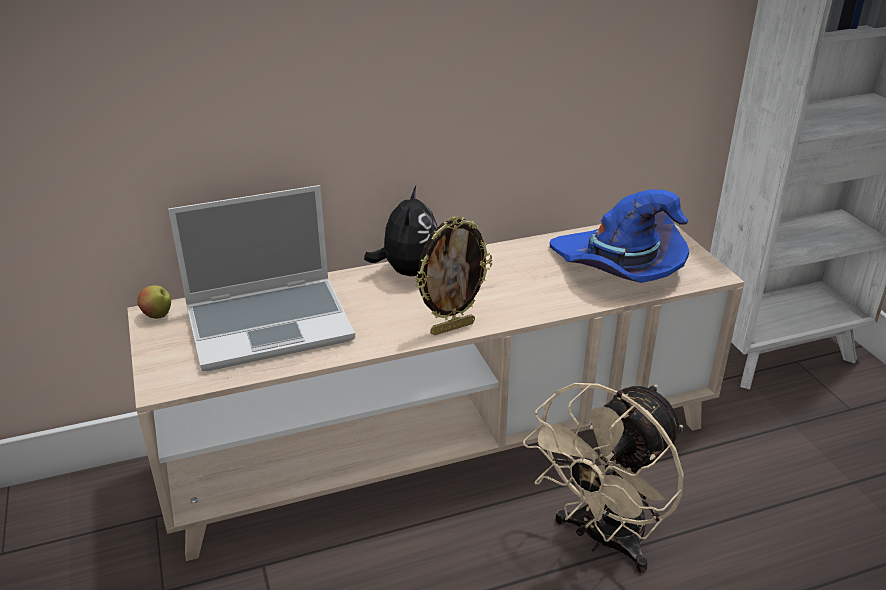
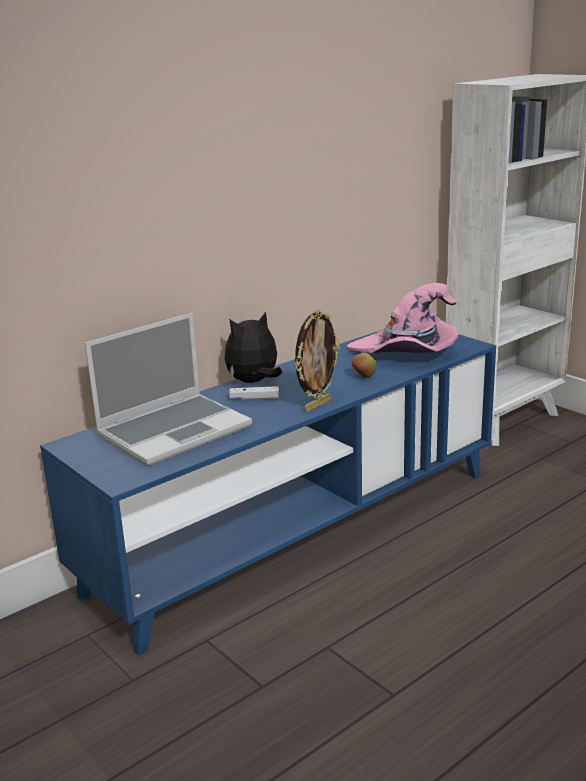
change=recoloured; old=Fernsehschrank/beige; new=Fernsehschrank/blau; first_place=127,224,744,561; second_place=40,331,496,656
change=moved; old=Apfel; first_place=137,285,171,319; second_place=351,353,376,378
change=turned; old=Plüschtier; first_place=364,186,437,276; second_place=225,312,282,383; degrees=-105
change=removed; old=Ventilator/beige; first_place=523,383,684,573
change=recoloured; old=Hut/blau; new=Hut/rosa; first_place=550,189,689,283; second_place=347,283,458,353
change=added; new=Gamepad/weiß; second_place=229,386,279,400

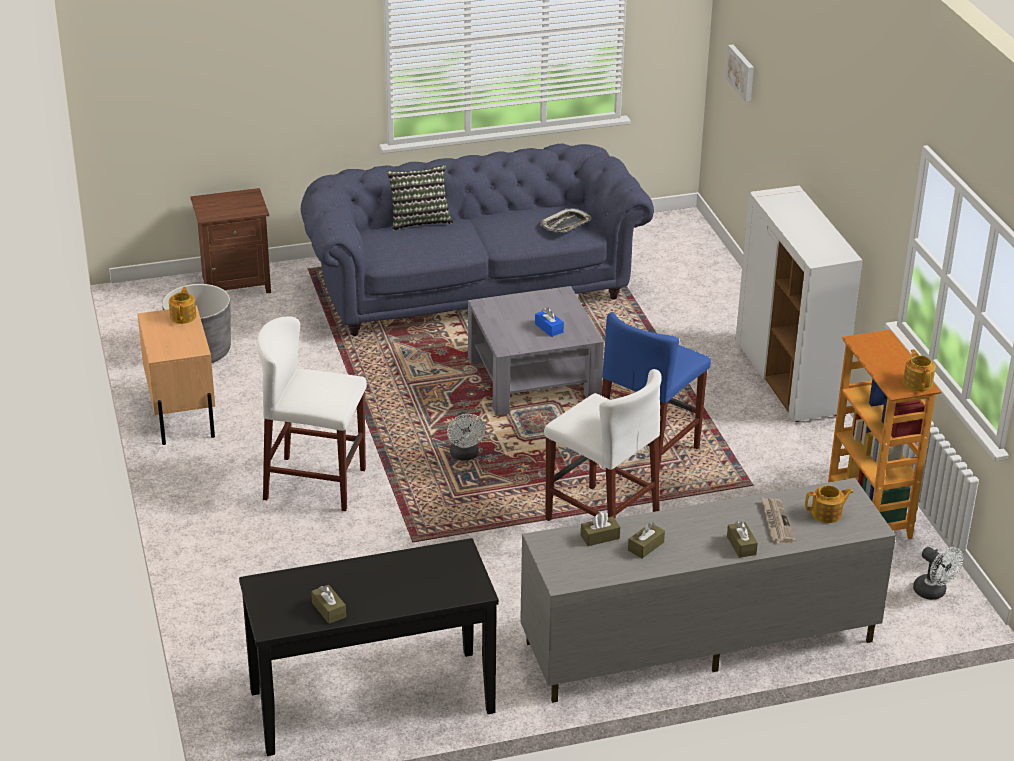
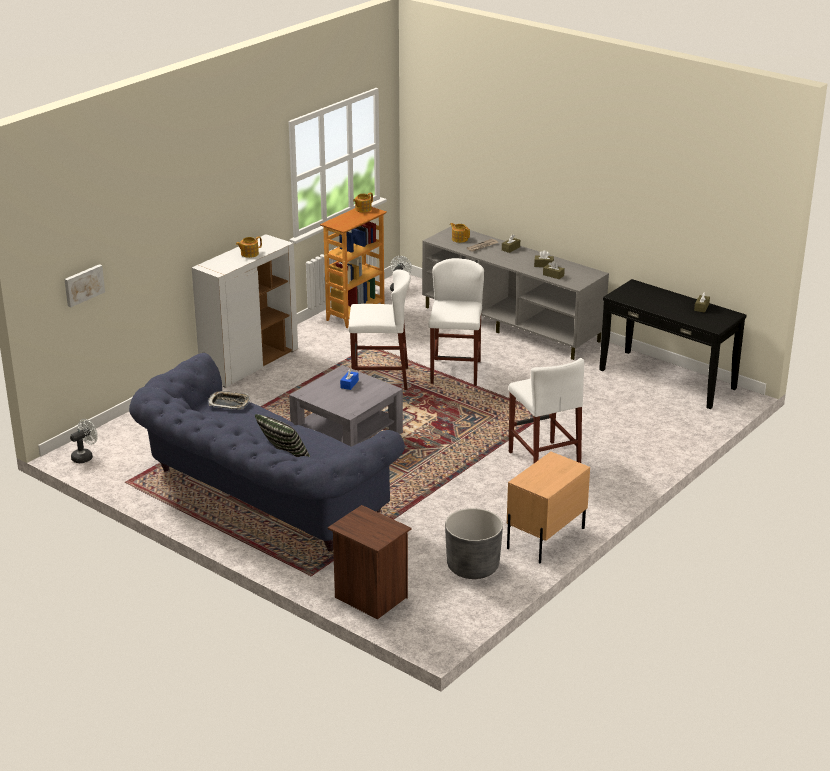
change=moved; old=Teekanne; first_place=169,287,196,324; second_place=236,236,262,258
change=moved; old=Ventilator/weiß; first_place=447,412,486,461; second_place=70,419,98,463
change=recoloured; old=Hocker/blau; new=Hocker/weiß; first_place=601,312,711,472; second_place=348,269,411,390

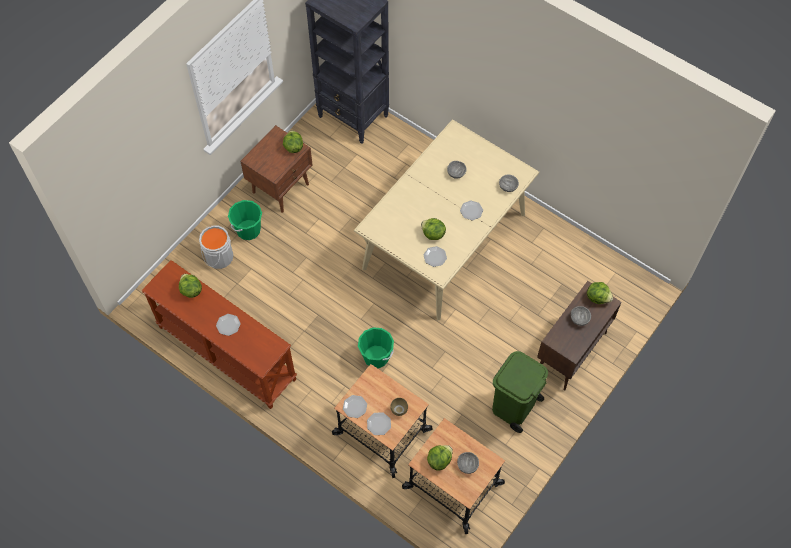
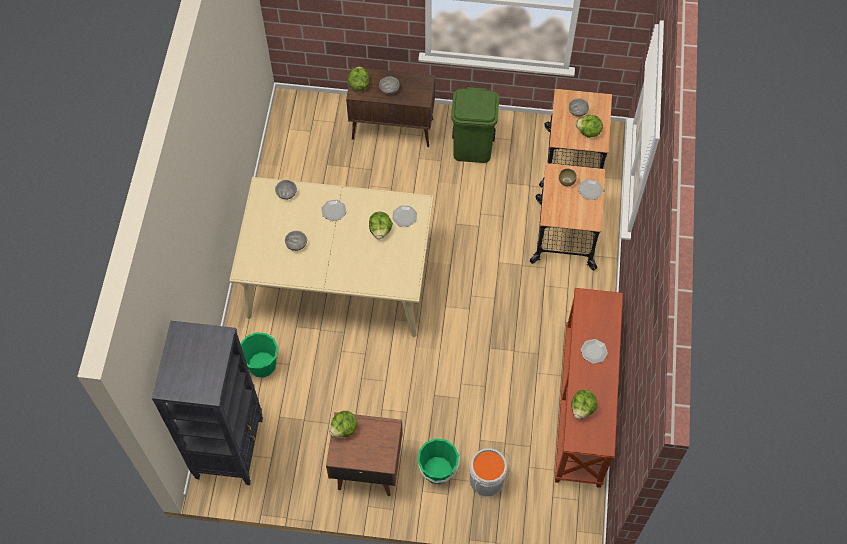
change=removed; old=Teller; first_place=343,395,367,418
change=moved; old=Eimer/grün; first_place=358,327,394,368; second_place=240,332,278,378

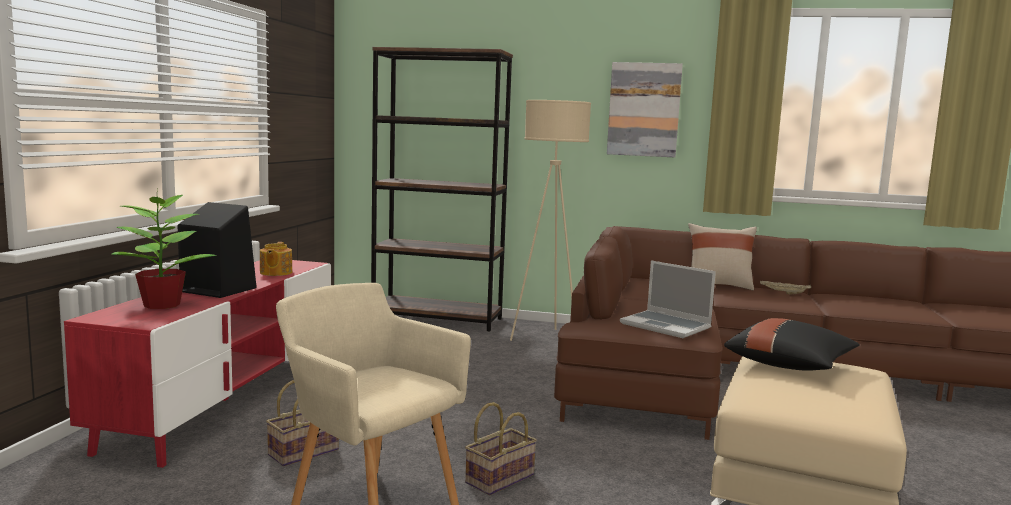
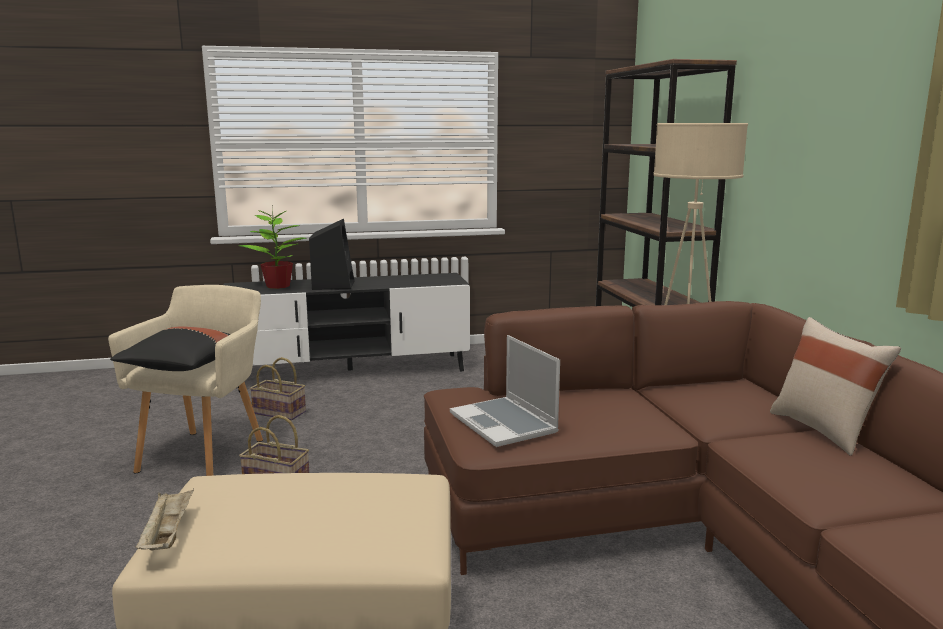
change=recoloured; old=Fernsehschrank/rot; new=Fernsehschrank/schwarz; first_place=64,260,331,468; second_place=224,273,470,371
change=removed; old=Teekanne; first_place=260,242,292,276
change=removed; old=Bild; first_place=607,62,683,157
change=turned; old=Laptop; first_place=620,260,716,338; second_place=450,335,560,447; degrees=-45
change=moved; old=Kissen/schwarz; first_place=724,318,860,371; second_place=110,326,230,371
change=moved; old=Tablett/beige; first_place=760,280,812,295; second_place=135,488,194,550

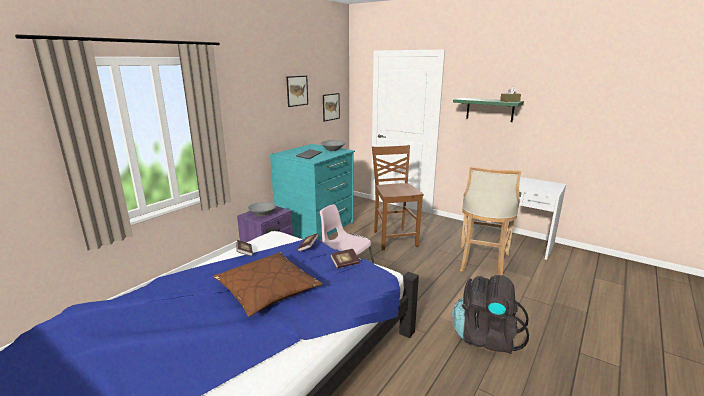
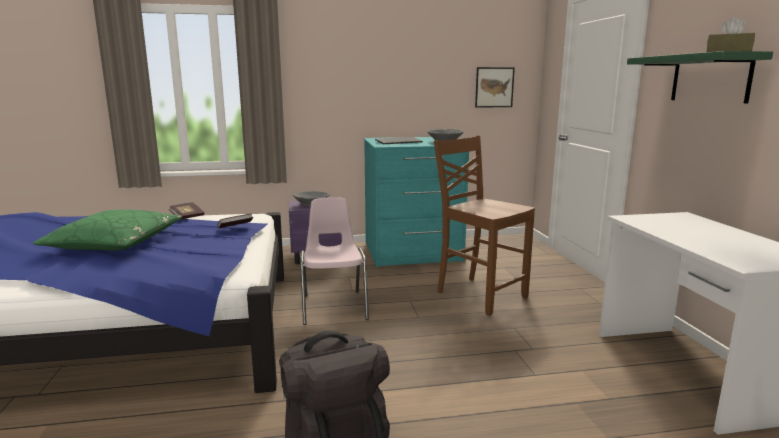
change=recoloured; old=Kissen/braun; new=Kissen/grün; first_place=213,252,322,317; second_place=33,210,182,251
change=removed; old=Bild; first_place=286,76,308,107
change=removed; old=Buch; first_place=330,249,360,269
change=turned; old=Stuhl/braun; first_place=372,145,423,250; second_place=434,136,535,316; degrees=-75
change=removed; old=Hocker/beige; first_place=460,166,521,275

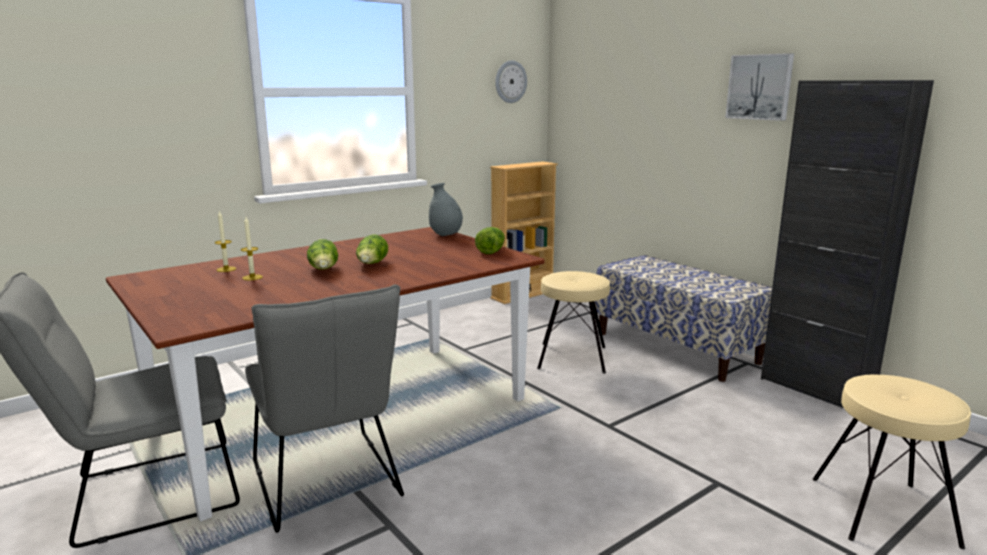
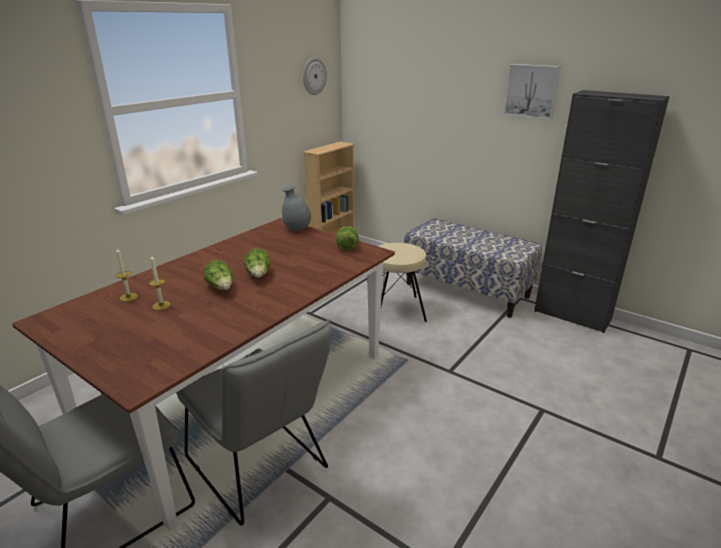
change=removed; old=Hocker/beige; first_place=813,374,971,549

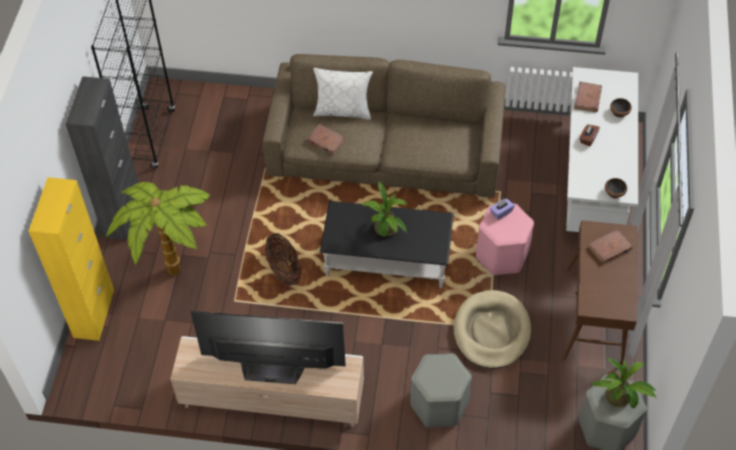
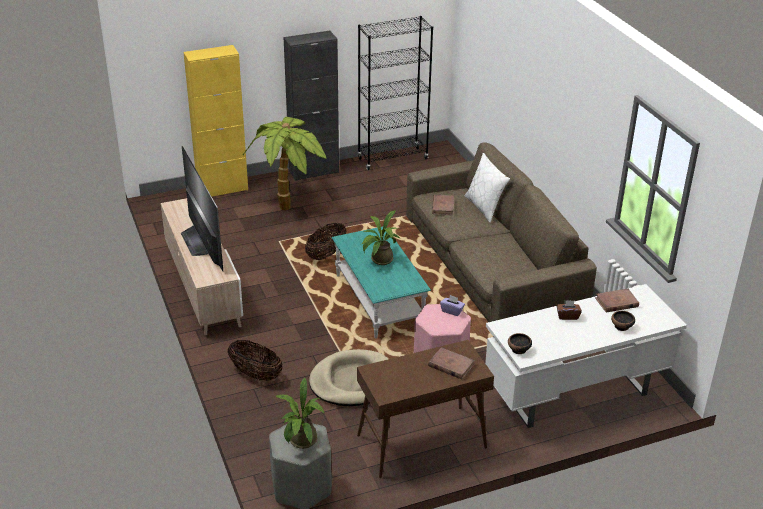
change=recoloured; old=Couchtisch/schwarz; new=Couchtisch/türkis; first_place=320,201,454,288; second_place=331,226,431,339
change=replaced; old=Hocker/grau; new=Korb; first_place=410,353,472,428; second_place=227,340,283,381

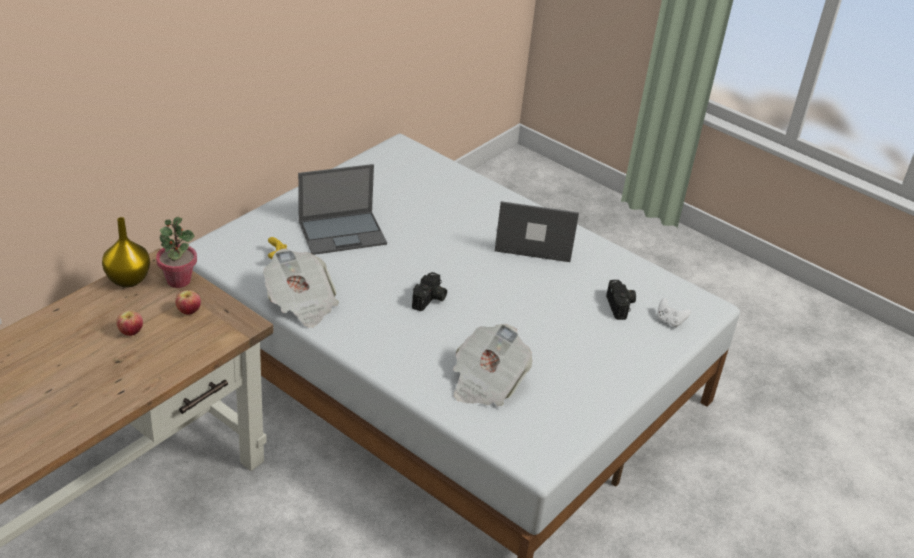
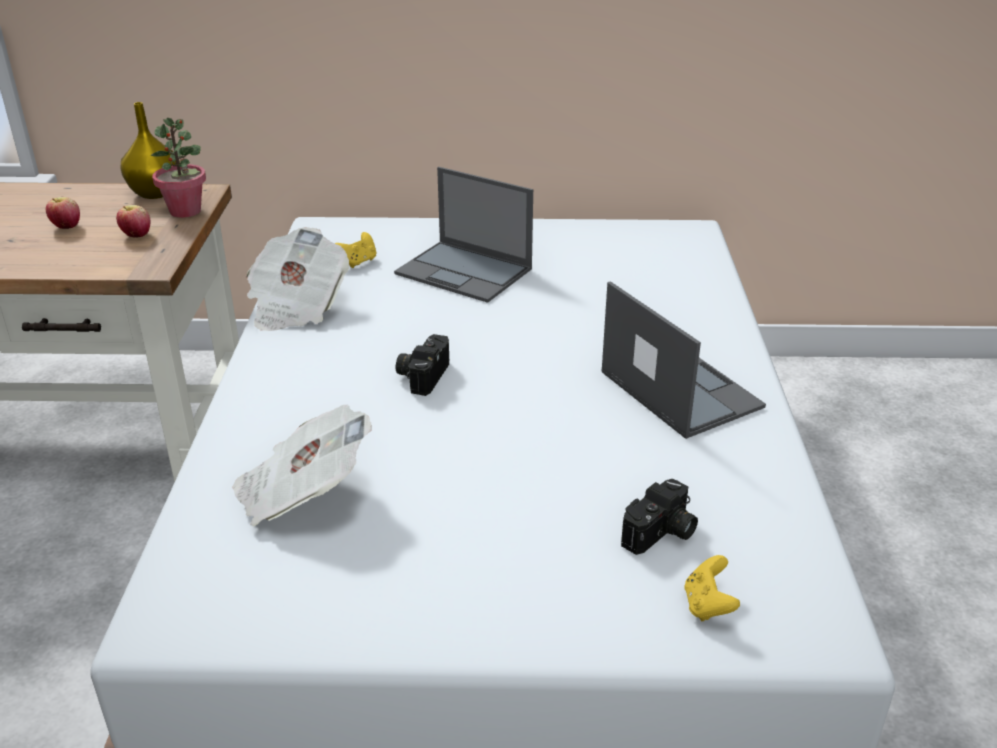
change=turned; old=Kamera; first_place=412,272,447,311; second_place=396,334,449,396; degrees=120
change=recoloured; old=Gamepad/weiß; new=Gamepad/gelb; first_place=657,298,691,327; second_place=684,555,740,621

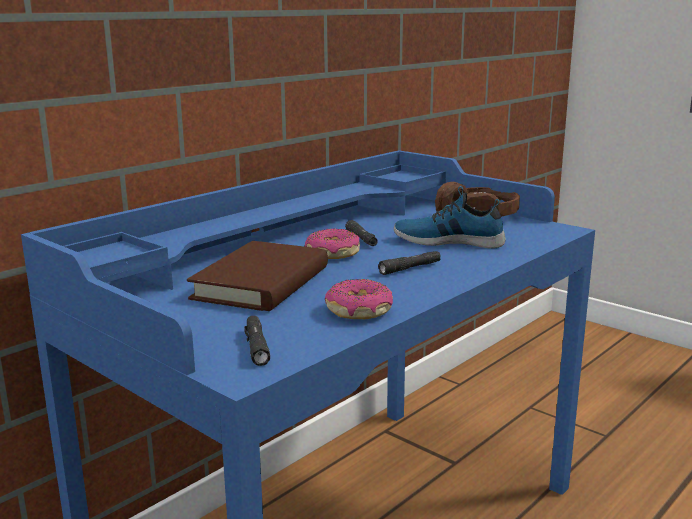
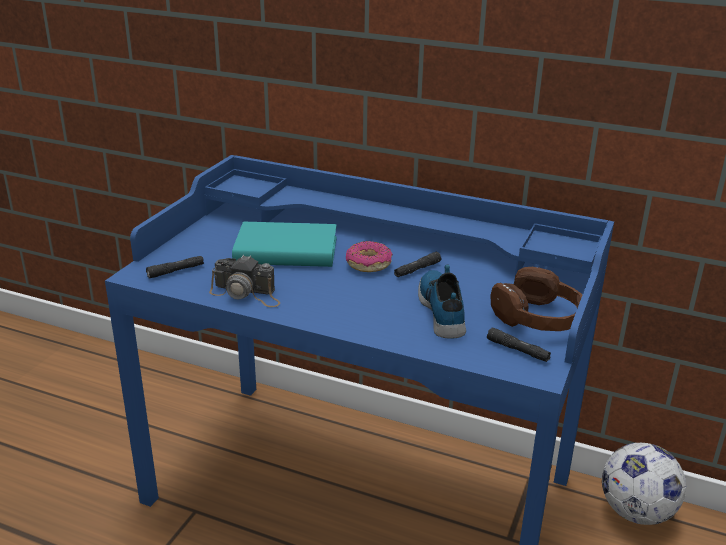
change=recoloured; old=Buch/braun; new=Buch/türkis; first_place=187,241,328,311; second_place=232,222,337,267
change=replaced; old=Donut; new=Kamera; first_place=325,279,393,319; second_place=209,255,280,307
change=moved; old=Taschenlampe/schwarz; first_place=378,251,441,275; second_place=487,327,551,362
change=added; new=Fußball; second_place=602,443,686,525

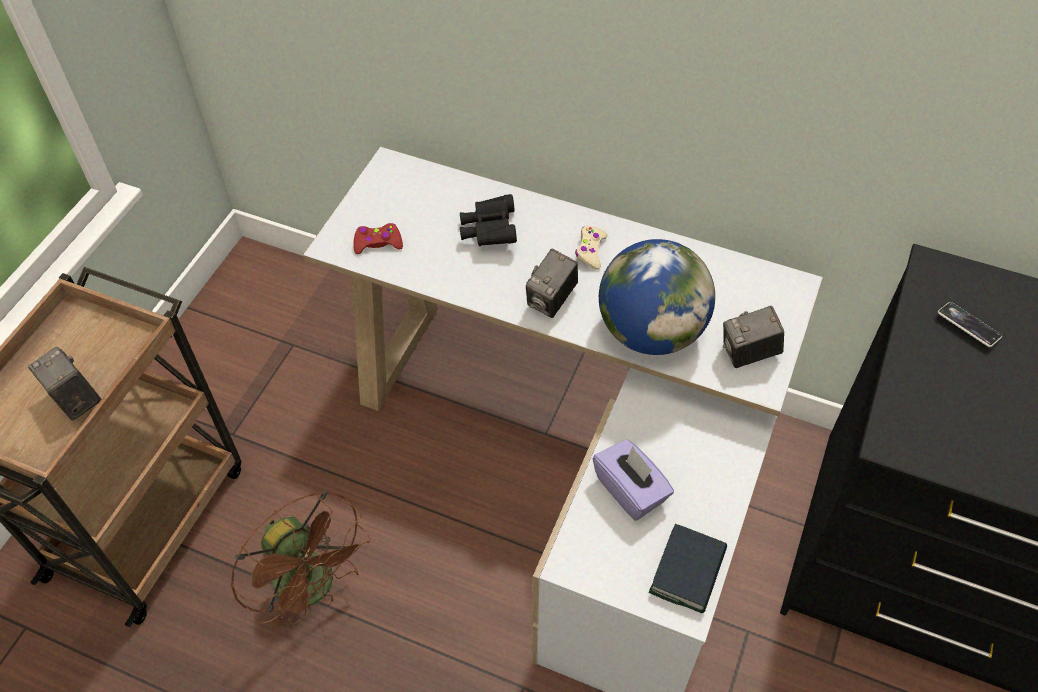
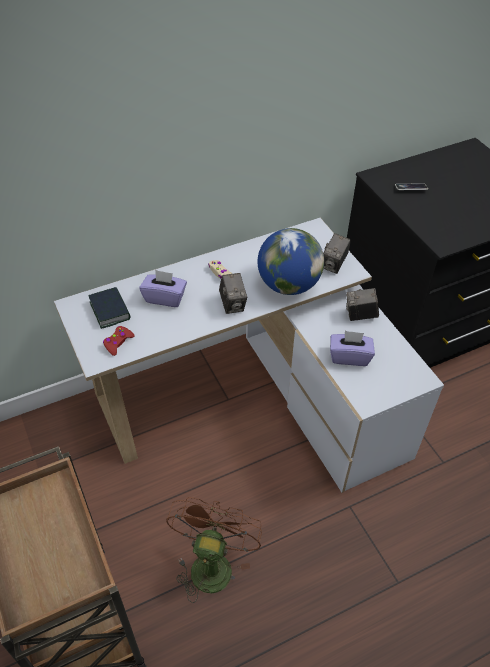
change=moved; old=Kamera; first_place=28,347,102,420; second_place=346,288,379,321
change=turned; old=Ventilator/braun; first_place=231,490,371,632; second_place=166,497,262,603; degrees=-75
change=replaced; old=Fernglas/schwarz; new=Taschentuchbox/lila; first_place=460,194,517,246; second_place=139,270,187,307
change=moved; old=Buch; first_place=649,524,727,613; second_place=88,287,130,329

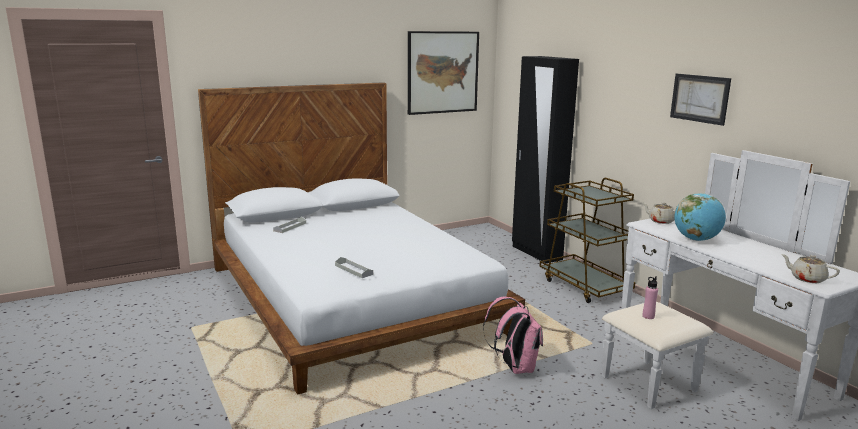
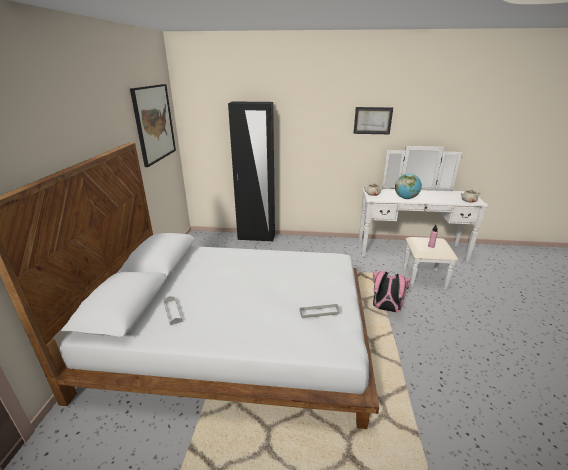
change=removed; old=Rollwagen/braun; first_place=539,178,635,303

